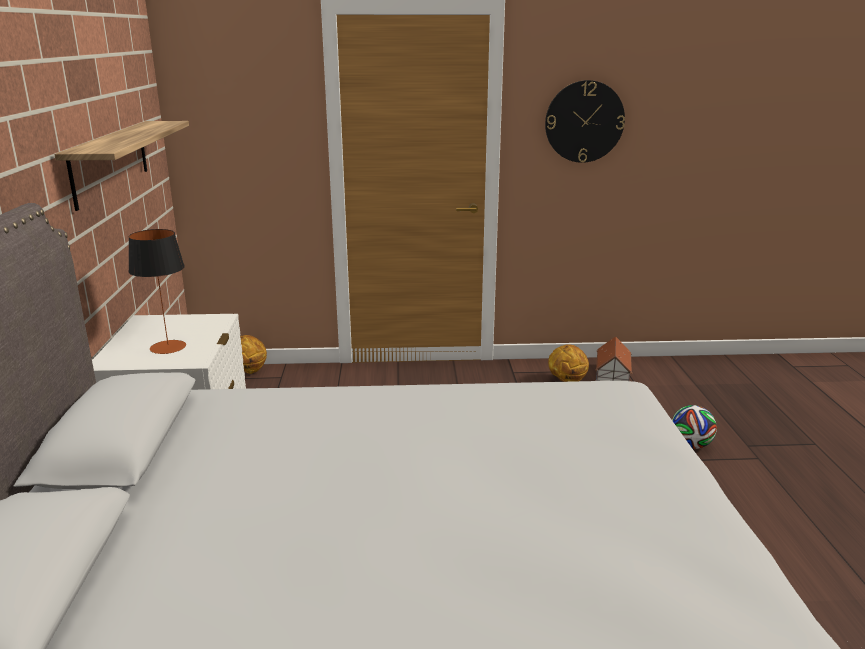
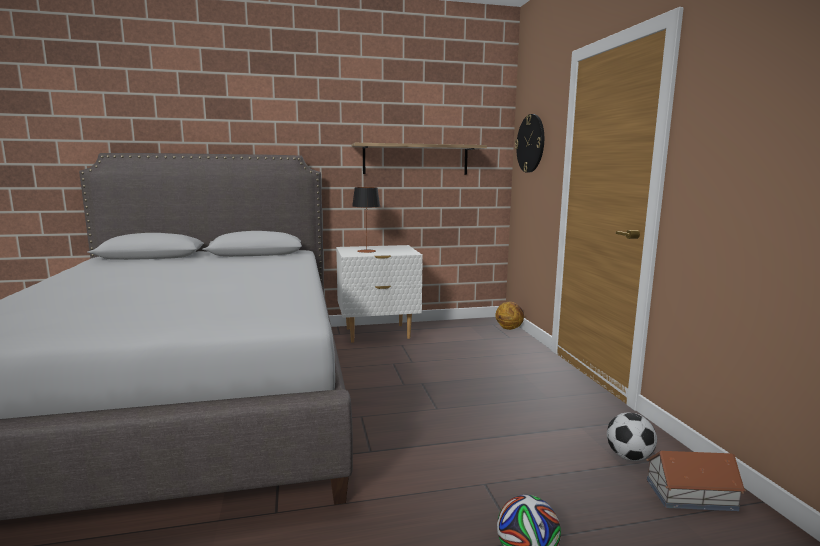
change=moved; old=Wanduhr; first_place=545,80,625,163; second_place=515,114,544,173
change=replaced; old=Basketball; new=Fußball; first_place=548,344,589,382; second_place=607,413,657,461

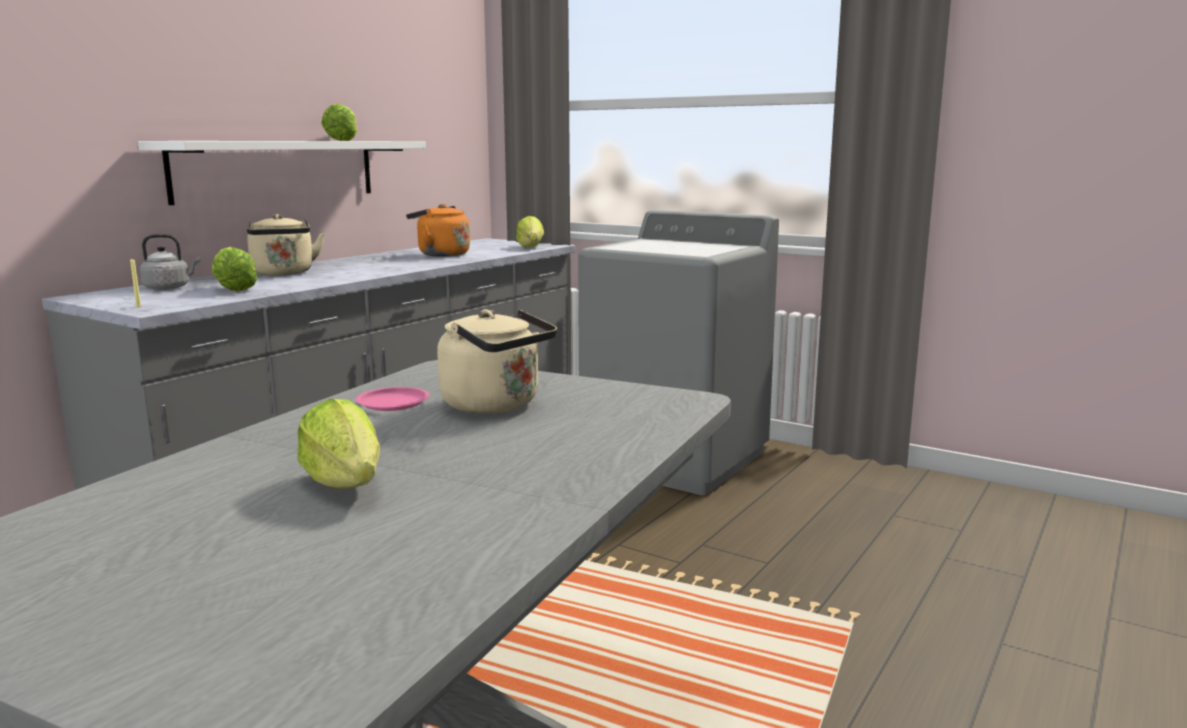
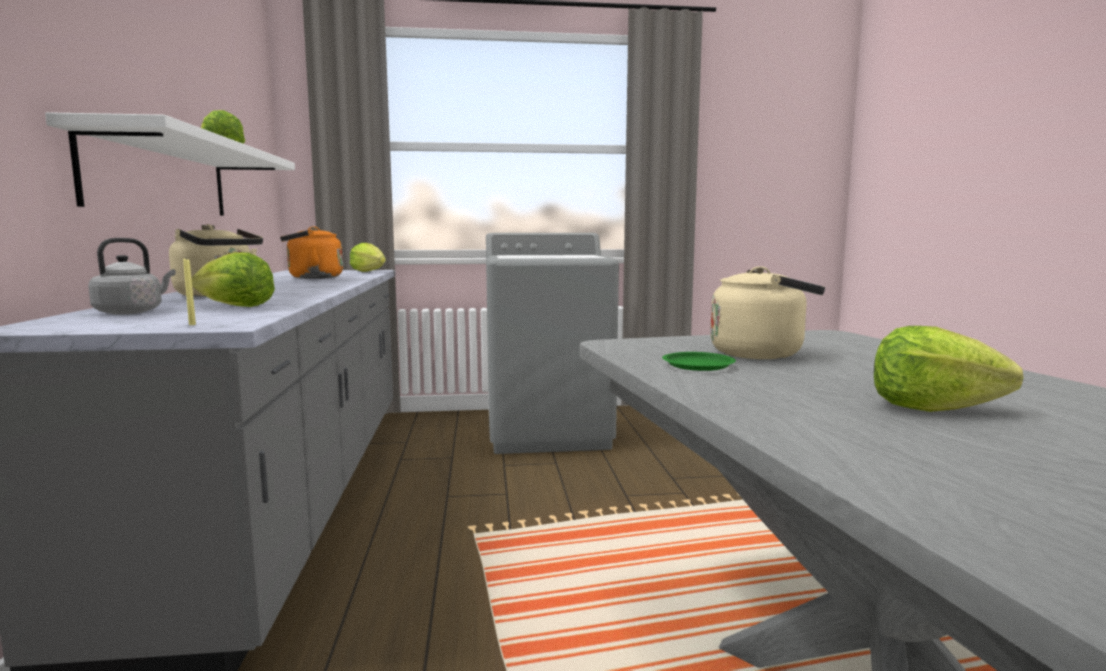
change=recoloured; old=Teller/rosa; new=Teller/grün; first_place=356,387,429,411; second_place=662,352,736,371

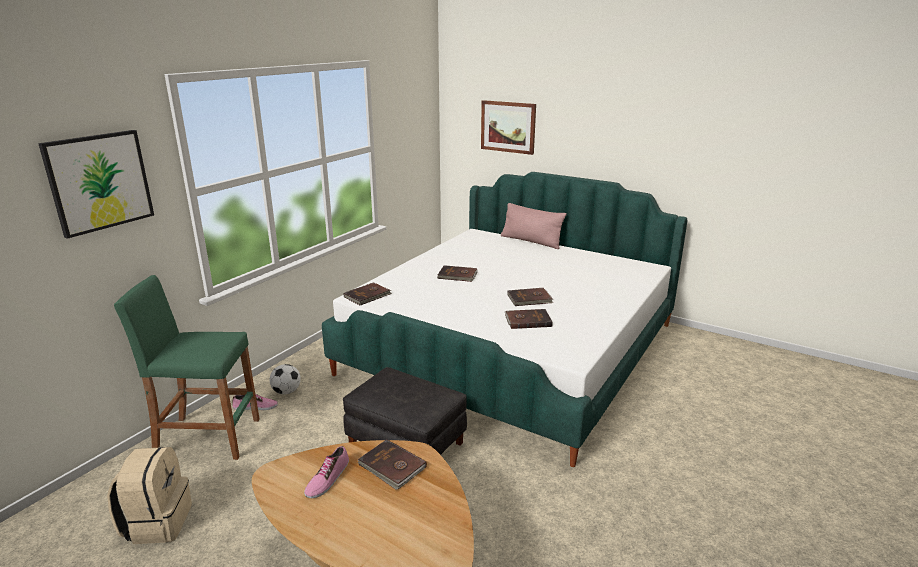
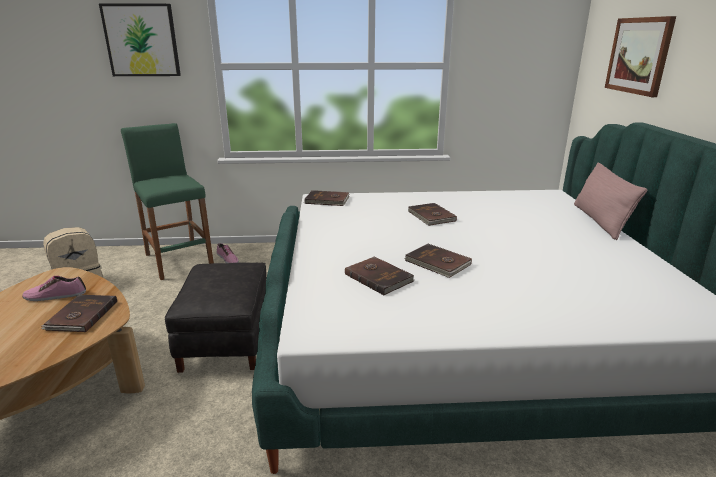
change=removed; old=Fußball; first_place=269,364,301,395

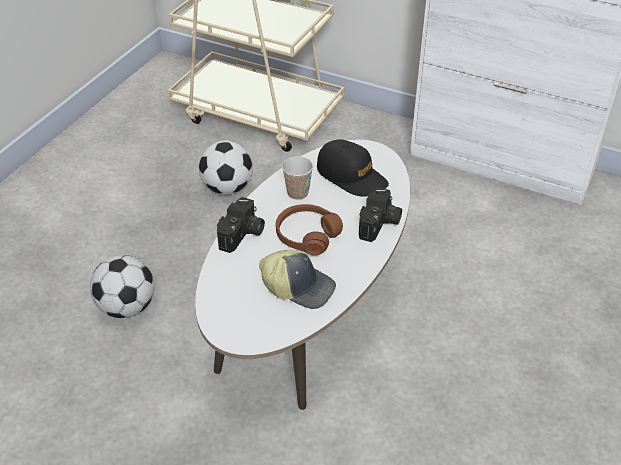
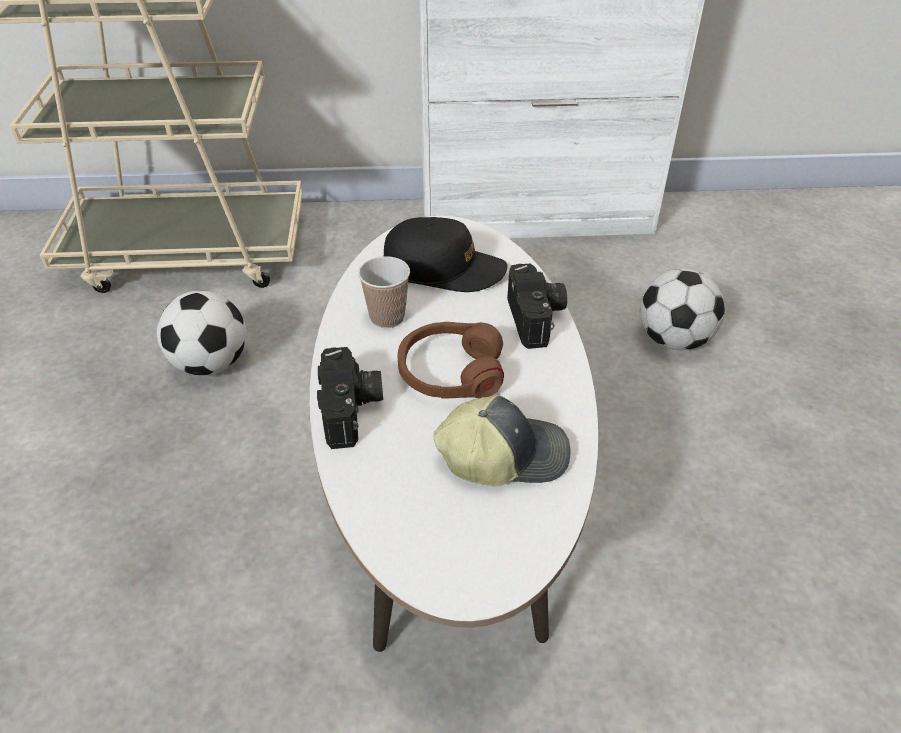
change=moved; old=Fußball; first_place=90,255,155,318; second_place=640,268,725,350

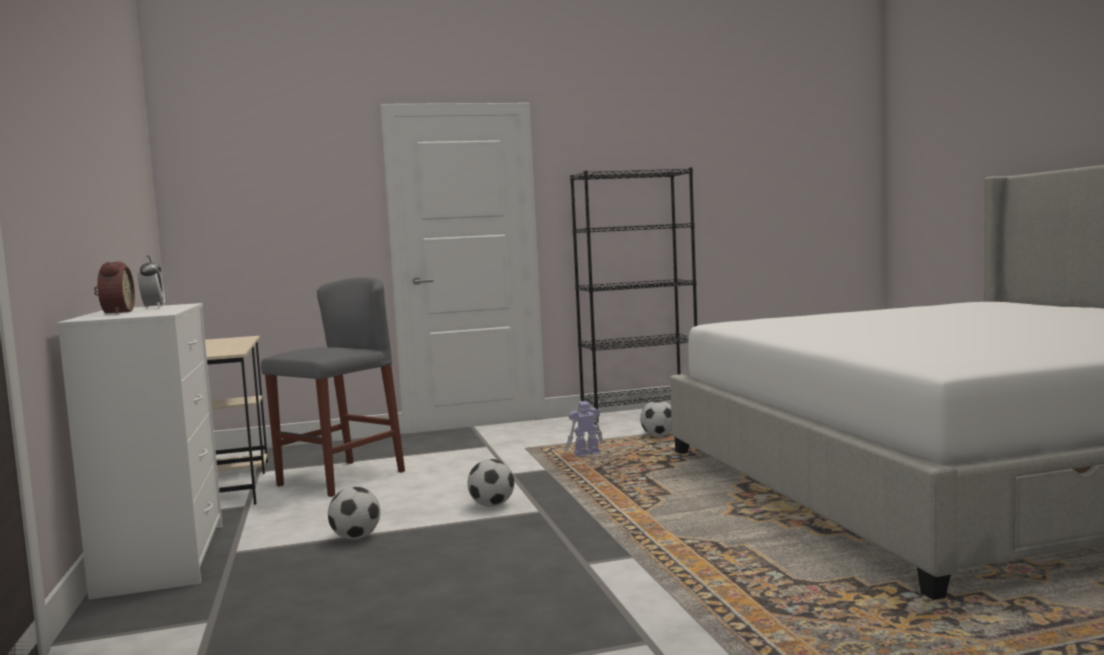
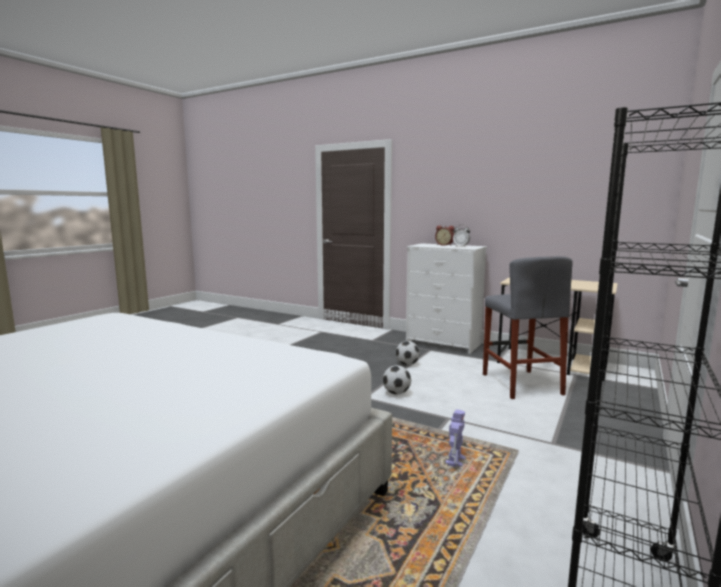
change=removed; old=Fußball; first_place=640,400,672,437

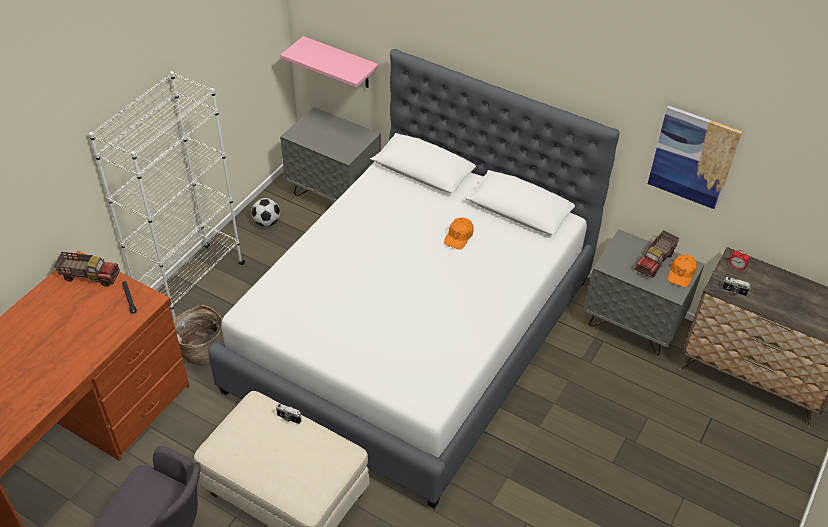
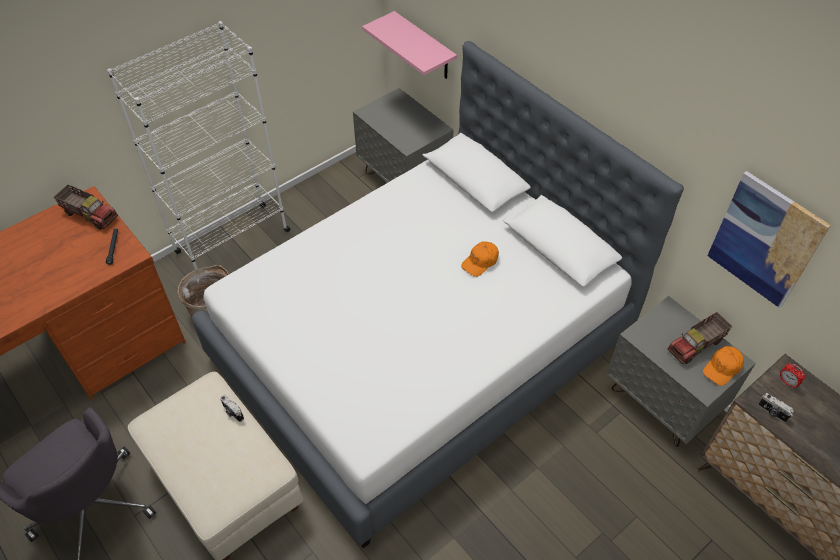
change=removed; old=Fußball; first_place=251,198,280,227

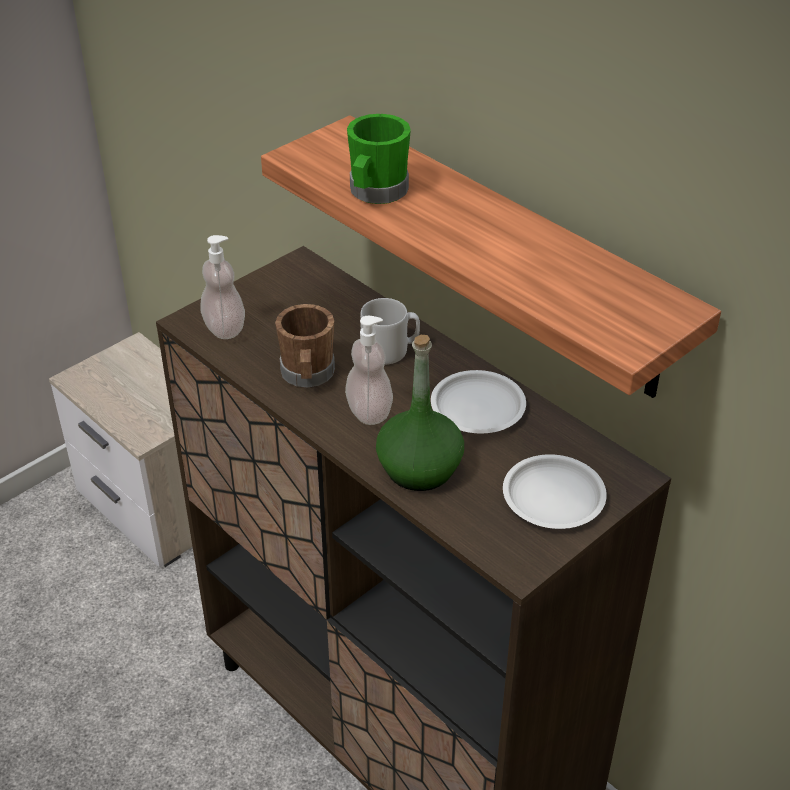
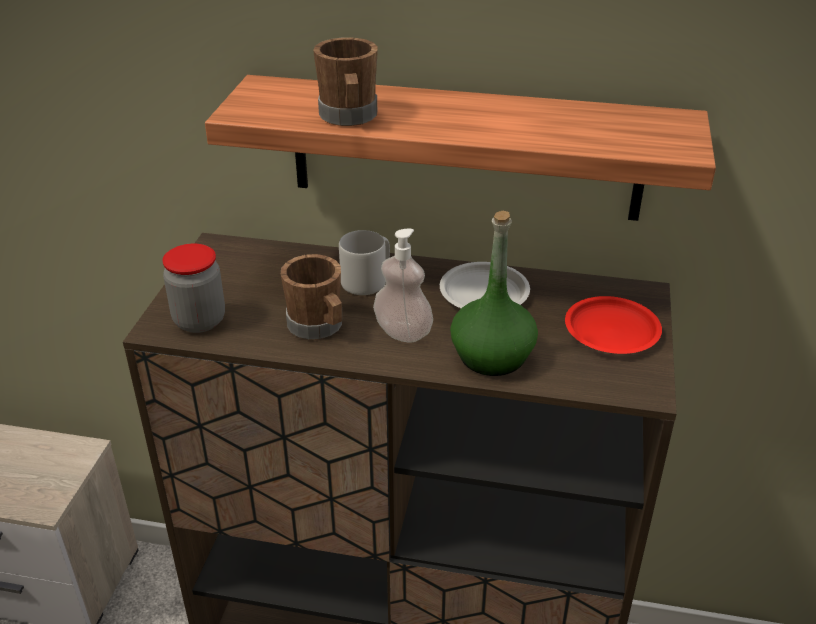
change=replaced; old=Seifenspender; new=Vorratsglas; first_place=200,235,245,339; second_place=162,243,225,333
change=recoloured; old=Henkelbecher/grün; new=Henkelbecher/braun; first_place=347,114,411,204; second_place=313,37,378,126
change=recoloured; old=Teller/weiß; new=Teller/rot; first_place=503,454,607,529; second_place=565,296,662,354

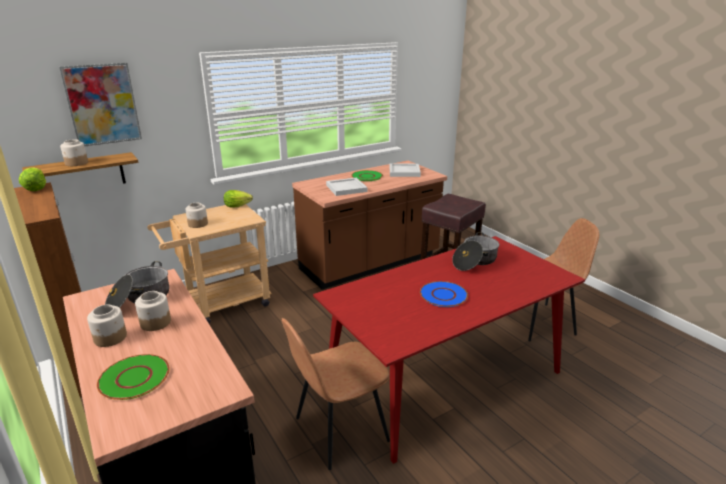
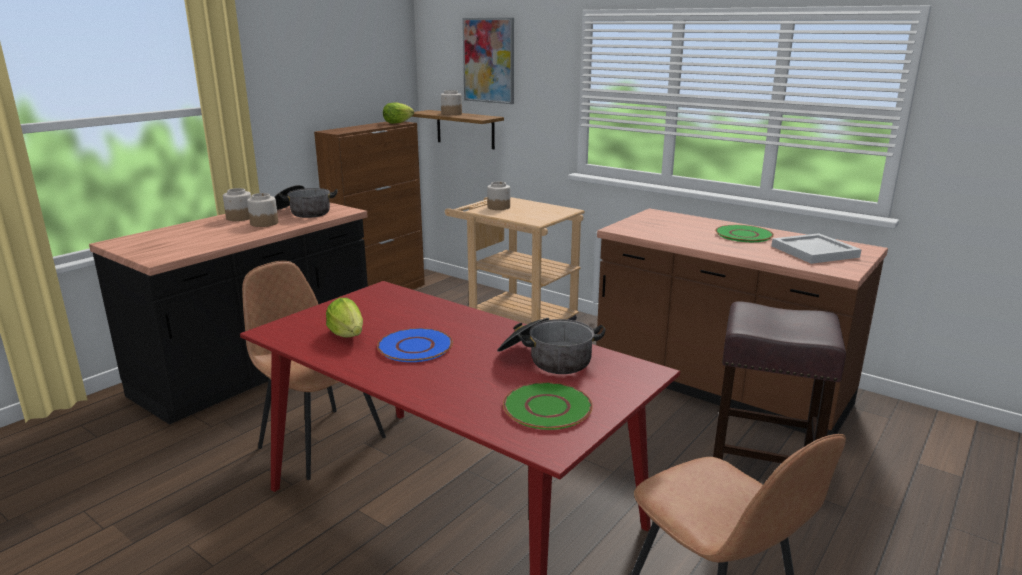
change=moved; old=Teller/grün; first_place=97,354,170,400; second_place=503,382,593,430
change=moved; old=Salatkopf; first_place=224,190,253,208; second_place=326,298,363,338
change=removed; old=Tablett/weiß; first_place=326,178,368,196

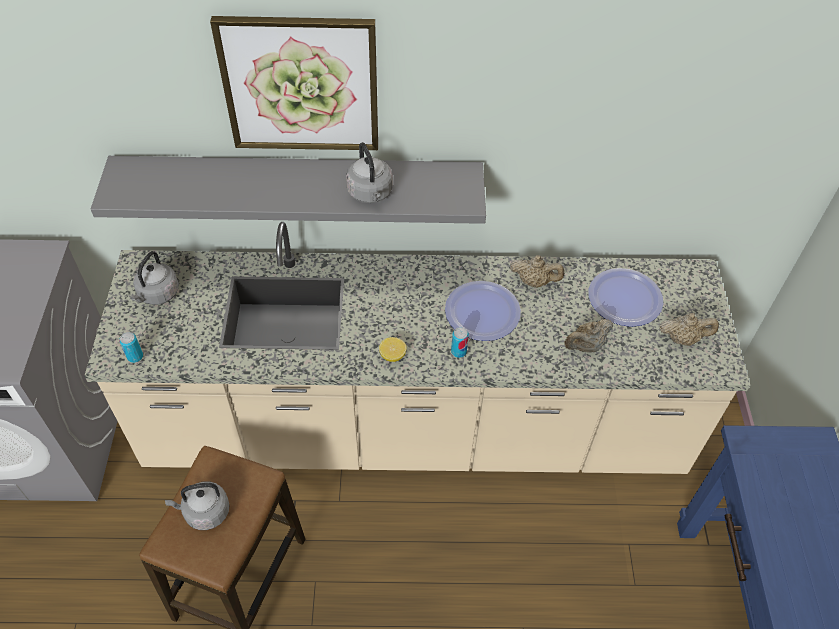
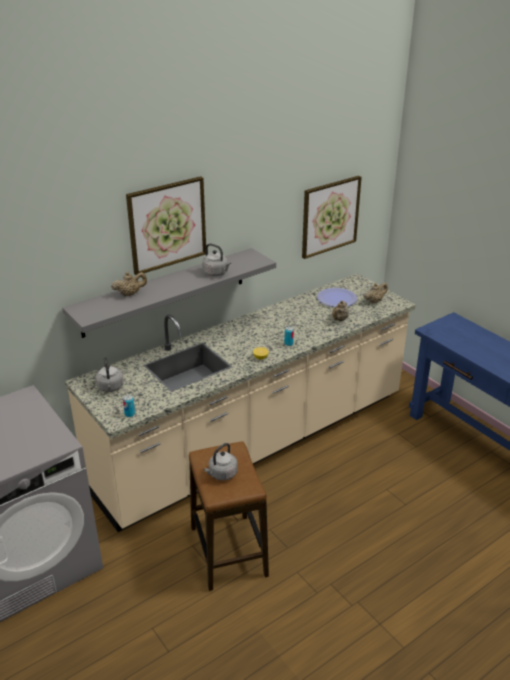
change=removed; old=Teller; first_place=445,281,521,341
change=moved; old=Teekanne/beige; first_place=510,255,564,288; second_place=111,271,147,296
change=added; new=Bild; second_place=302,176,362,259

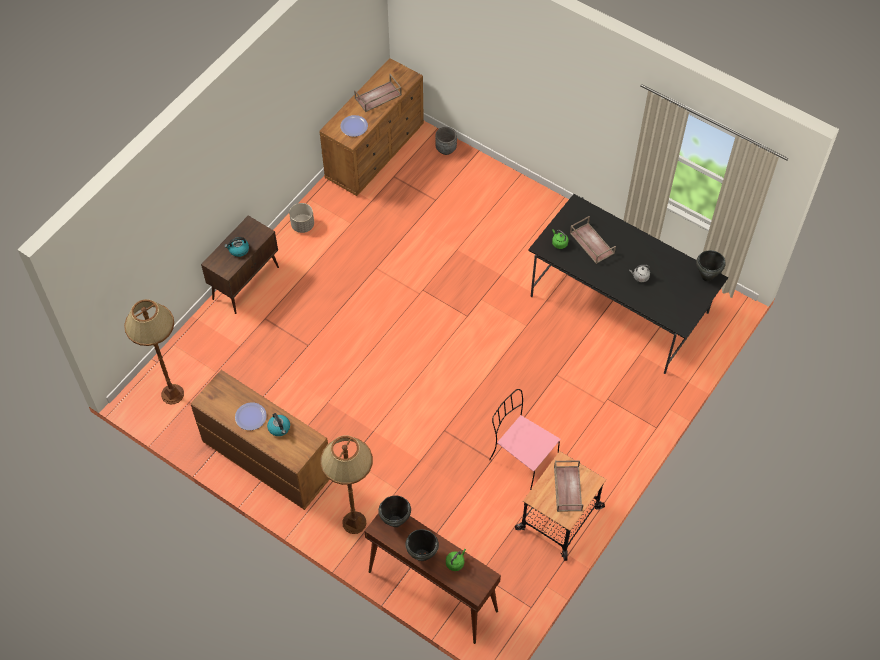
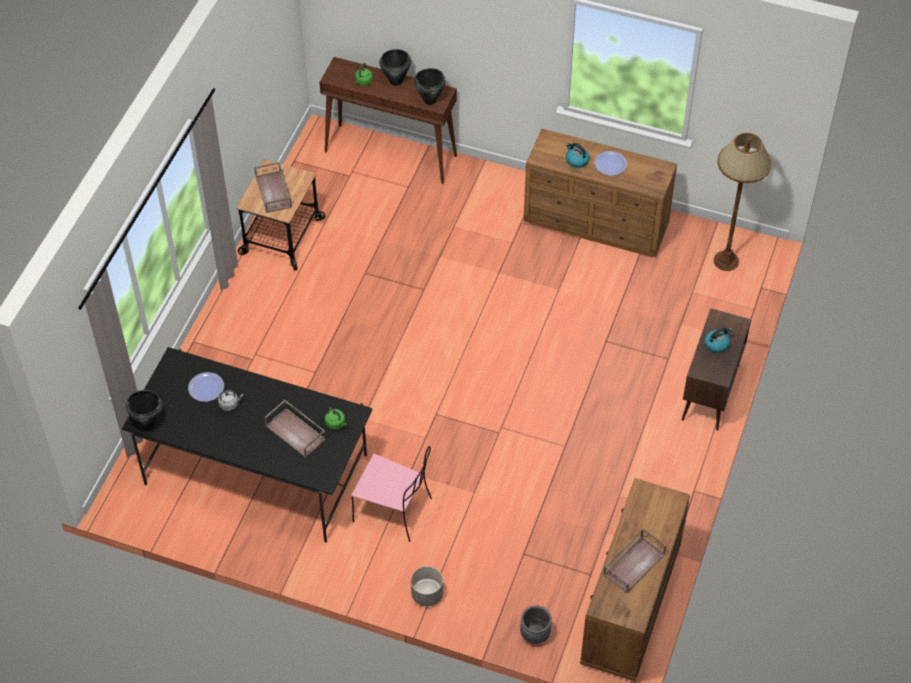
change=moved; old=Pflanzkübel/grau; first_place=289,203,314,233; second_place=411,566,443,606
change=removed; old=Stehlampe/braun; first_place=320,435,373,534
change=moved; old=Teller; first_place=340,115,368,137; second_place=188,372,224,402
change=moved; old=Stuhl/rosa; first_place=489,389,560,490; second_place=351,446,432,542

